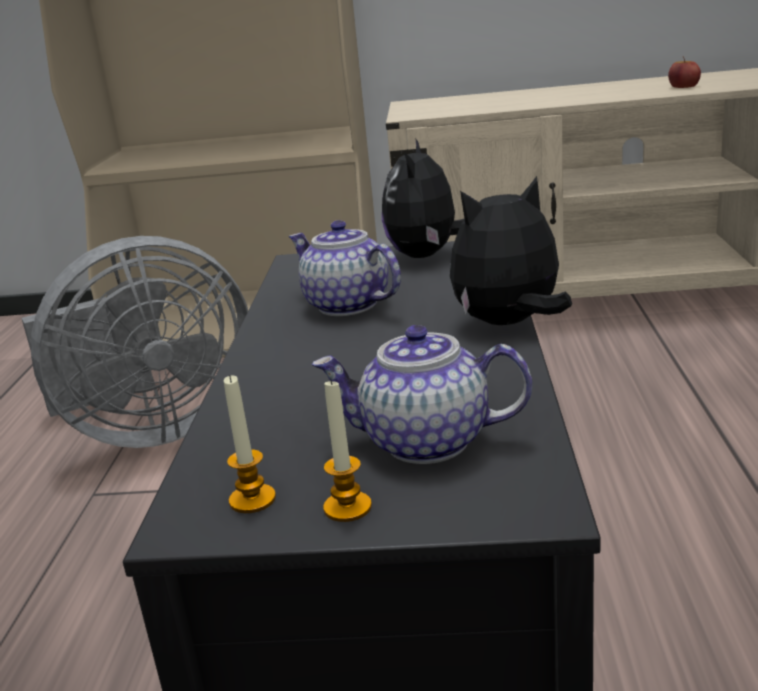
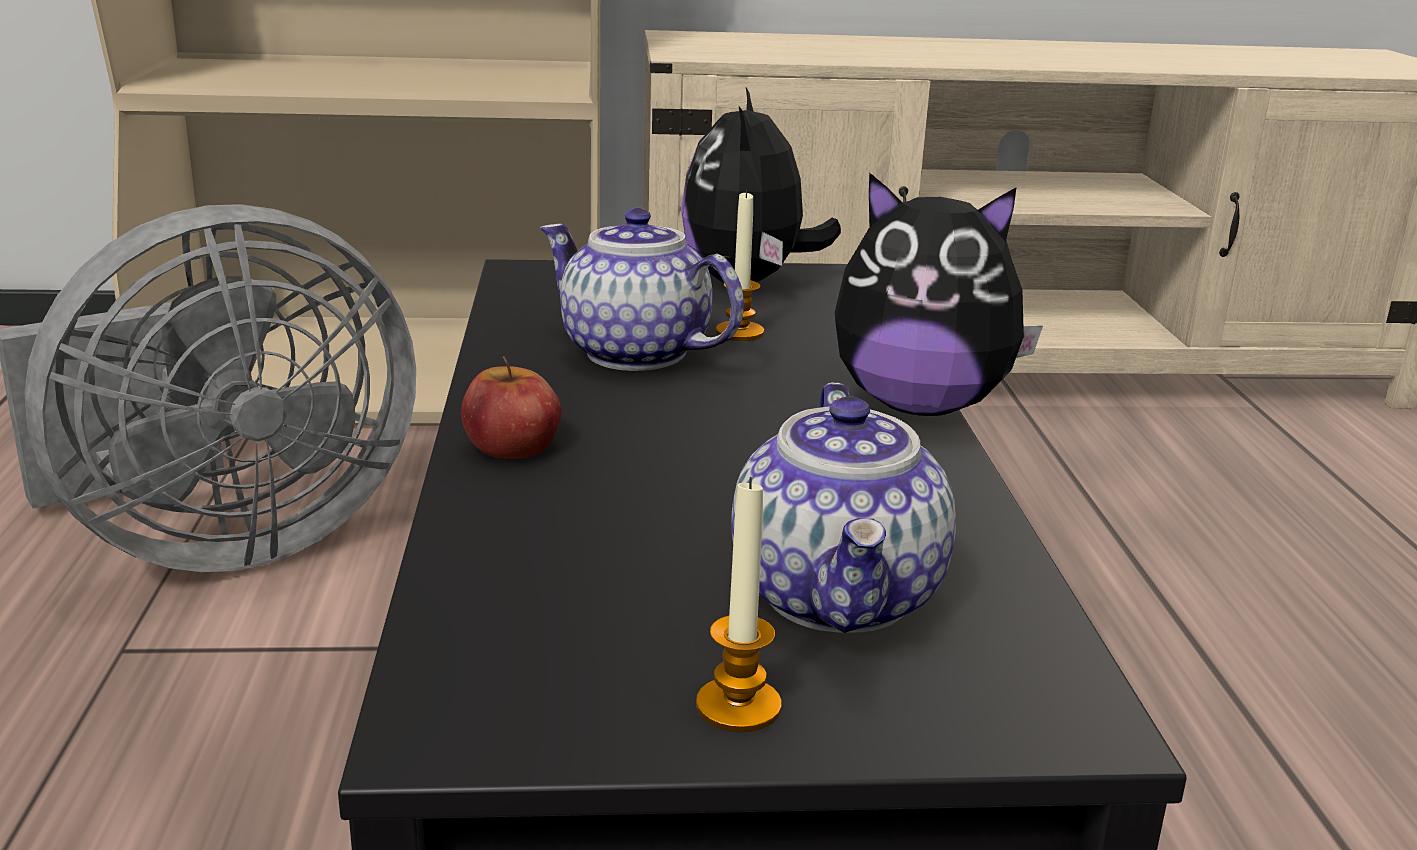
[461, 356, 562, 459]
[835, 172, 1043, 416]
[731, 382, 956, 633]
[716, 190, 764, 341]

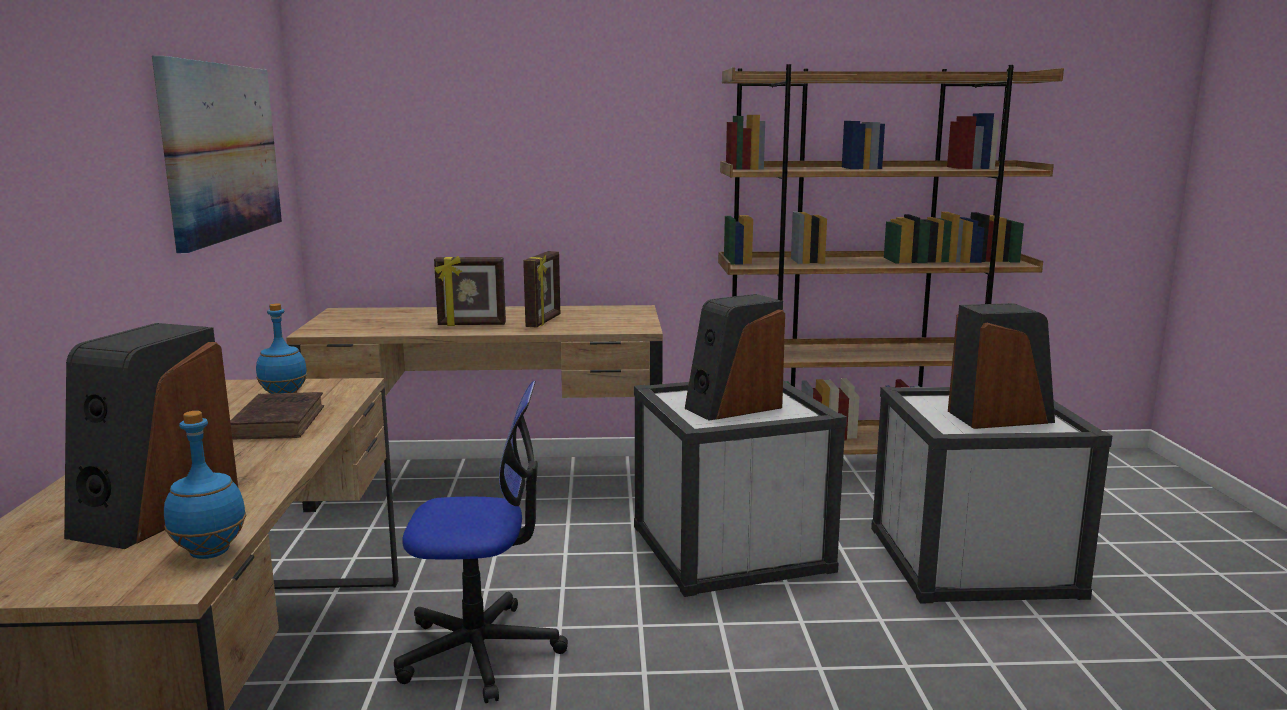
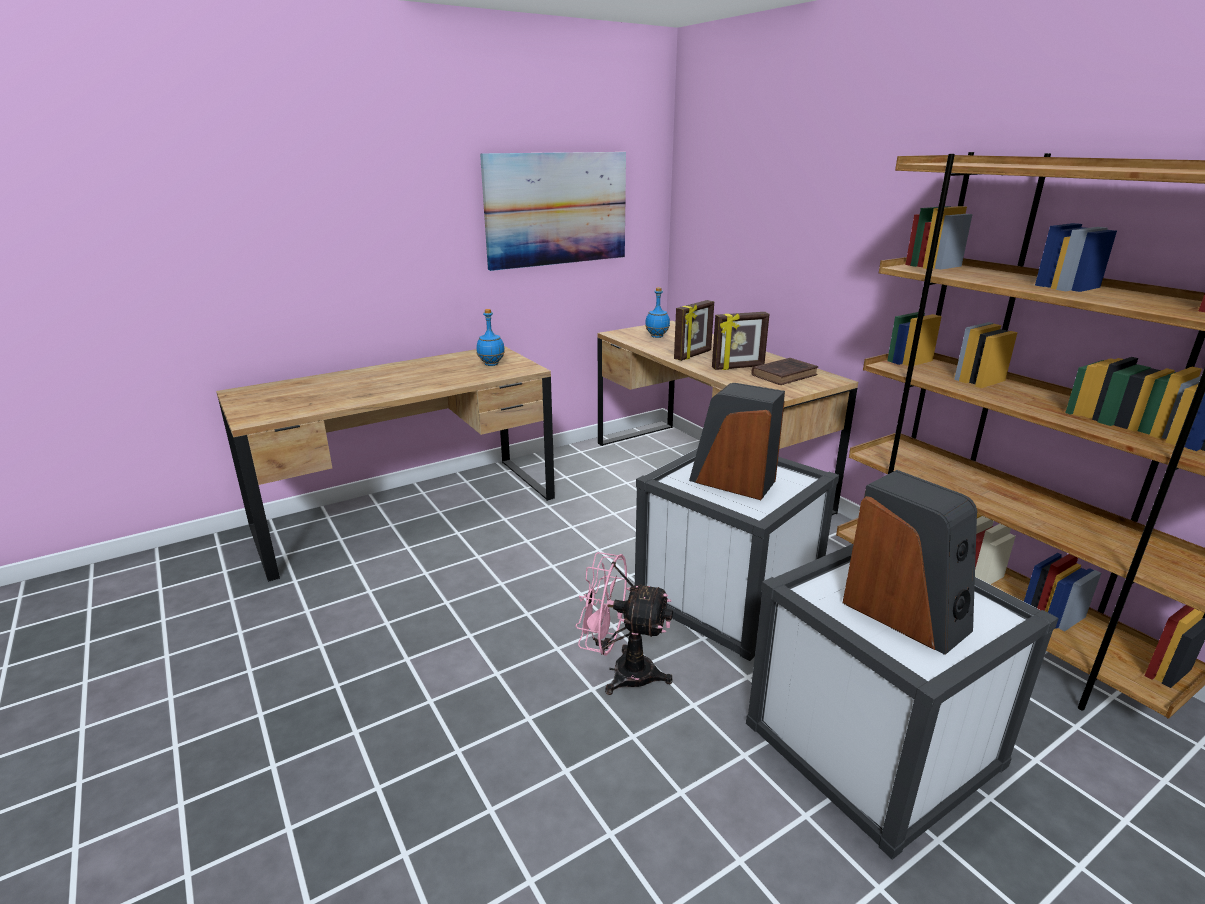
[674, 300, 714, 361]
[64, 323, 238, 549] (first image)
[394, 381, 568, 703] (first image)
[751, 358, 818, 385]
[645, 287, 670, 338]
[575, 552, 673, 695]

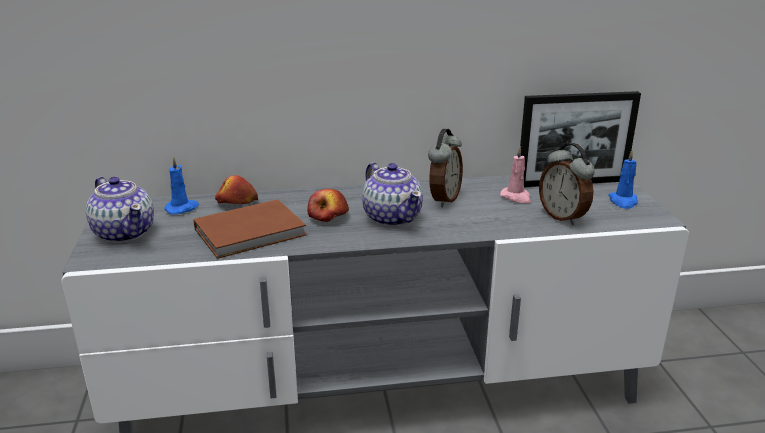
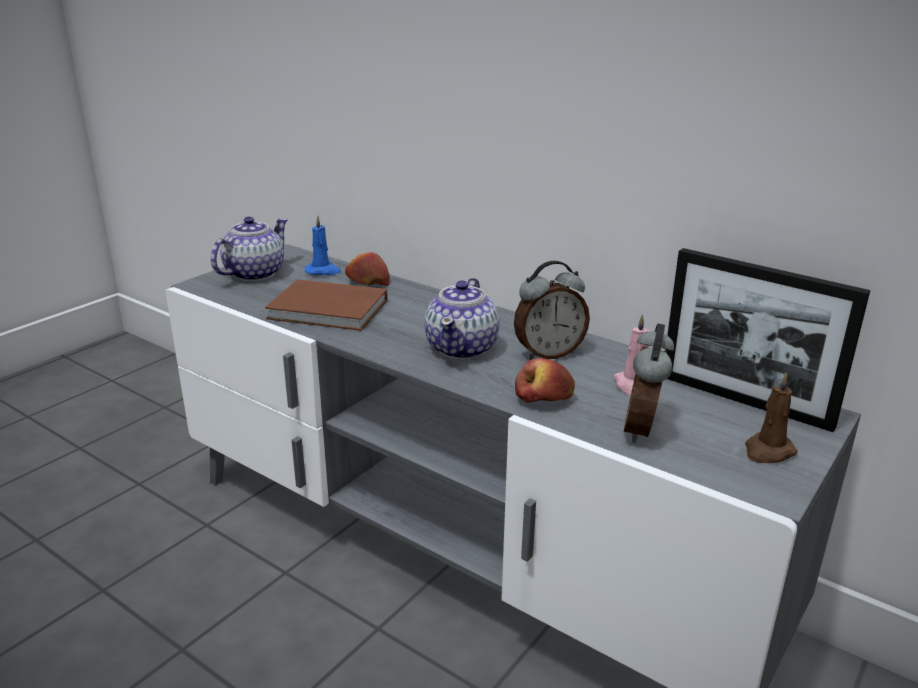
[745, 372, 798, 463]
[211, 216, 288, 281]
[515, 358, 575, 403]

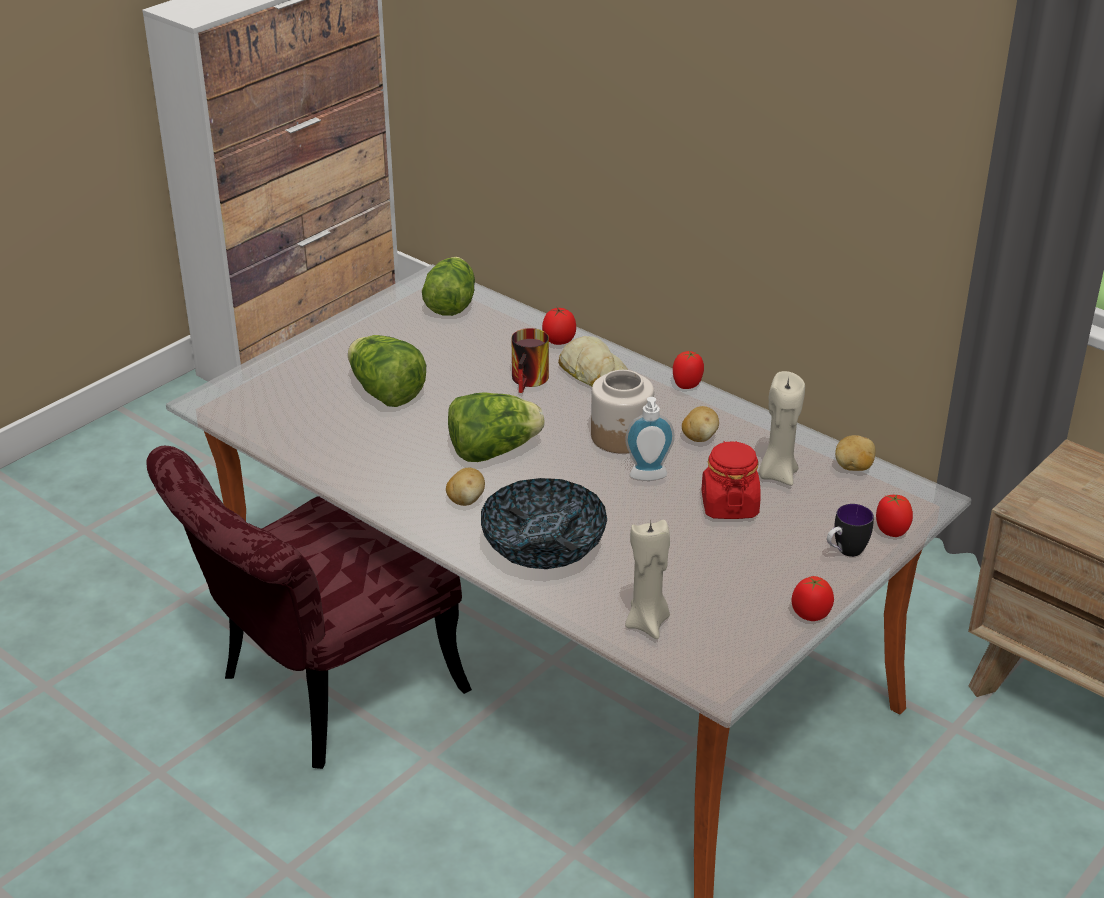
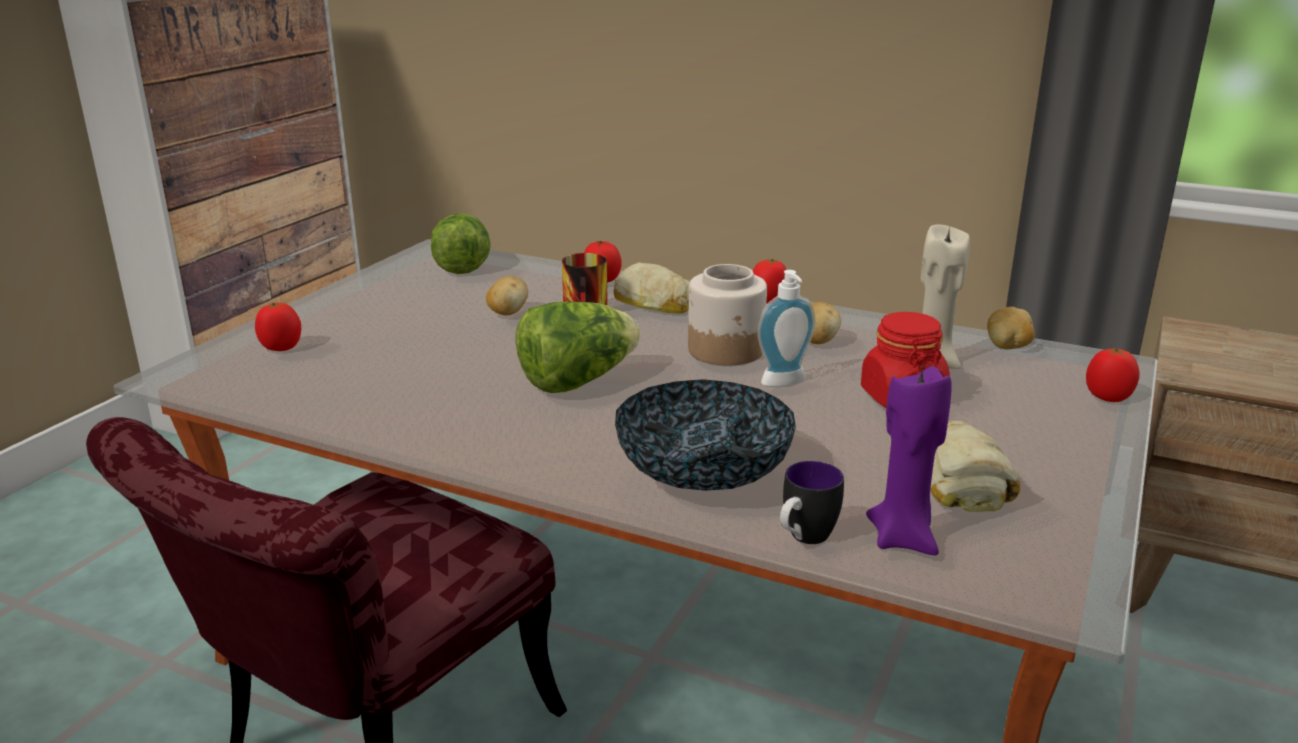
[348, 335, 426, 407] (first image)
[486, 276, 528, 315]
[780, 461, 844, 544]
[866, 364, 952, 555]
[255, 303, 301, 351]
[930, 421, 1020, 512]

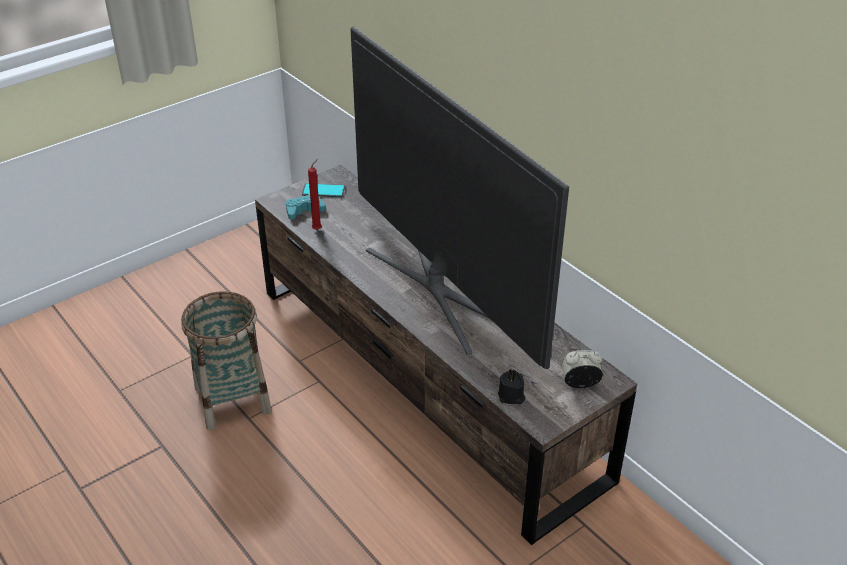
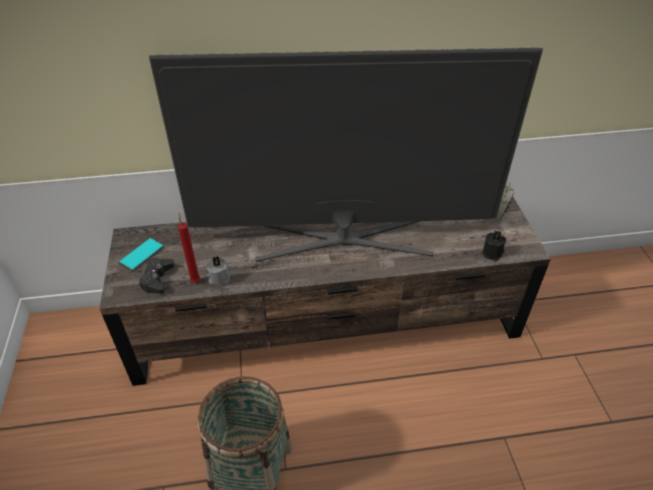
[139, 258, 175, 294]
[207, 256, 231, 286]

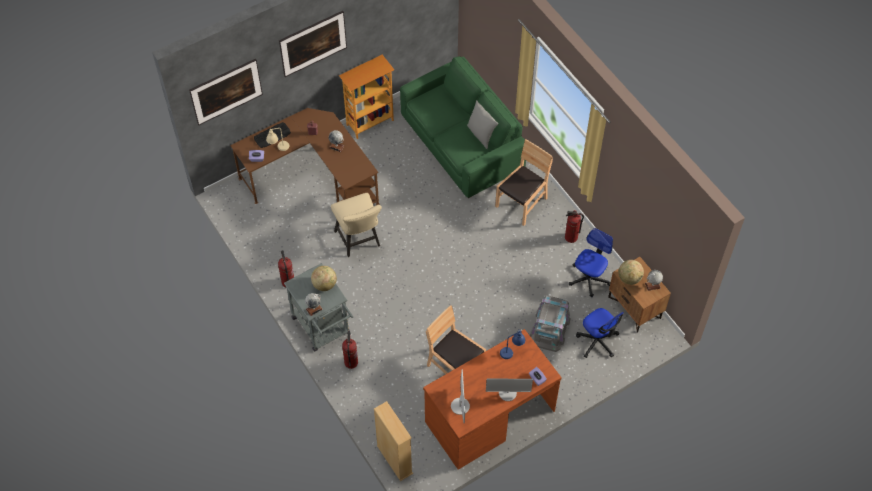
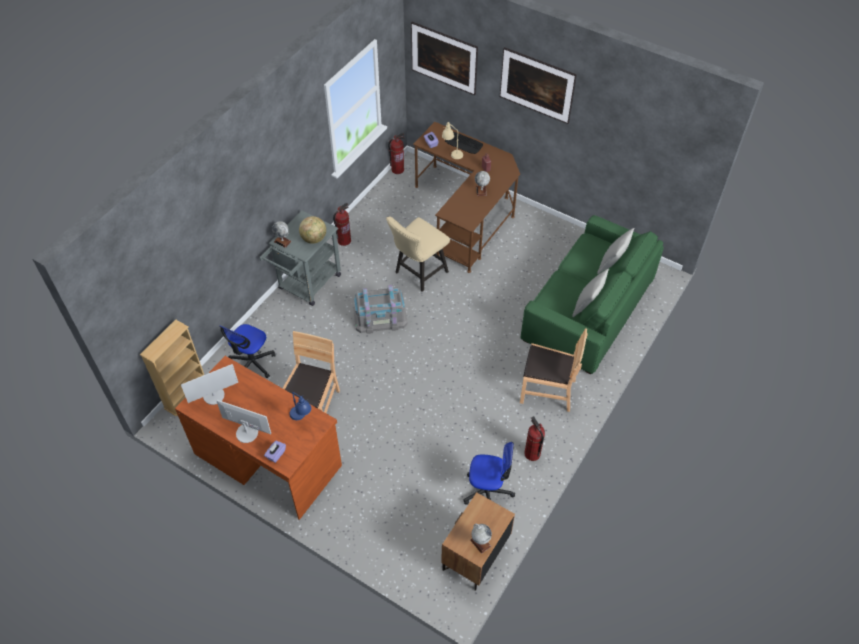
[339, 55, 394, 139] (first image)
[618, 260, 644, 285] (first image)
[353, 285, 408, 334]
[219, 324, 275, 378]
[388, 133, 404, 174]
[216, 400, 271, 443]
[597, 228, 634, 274]

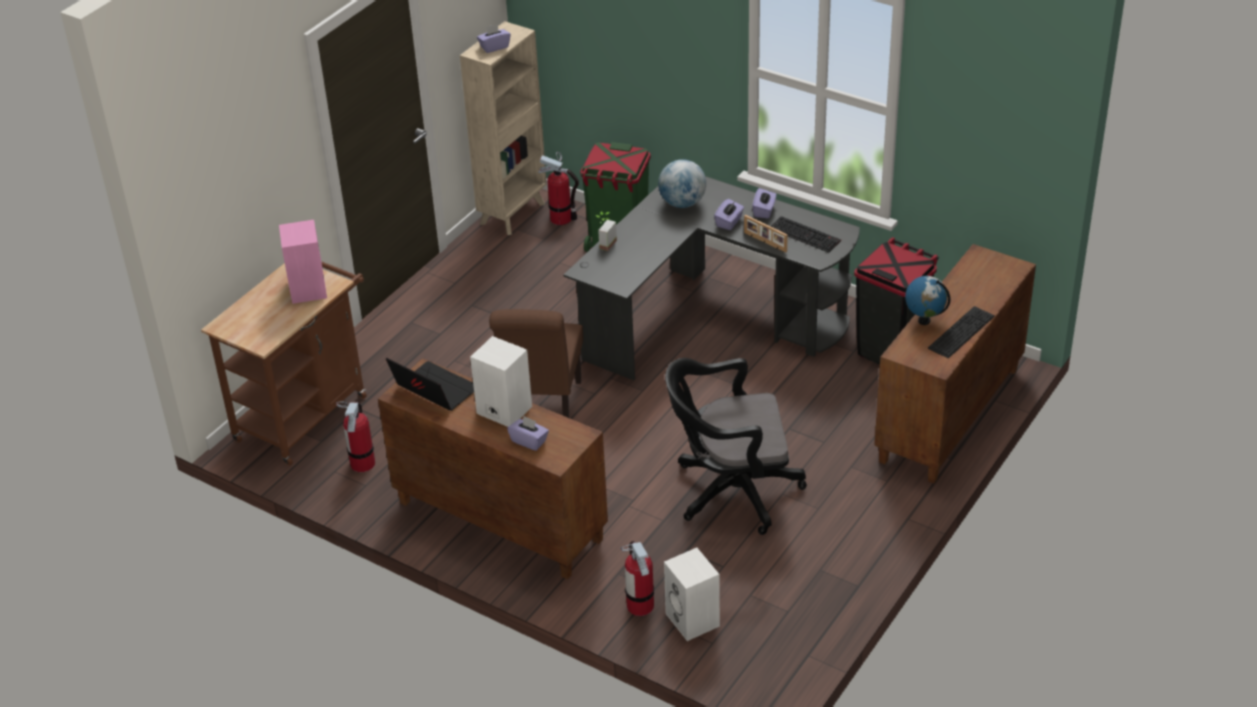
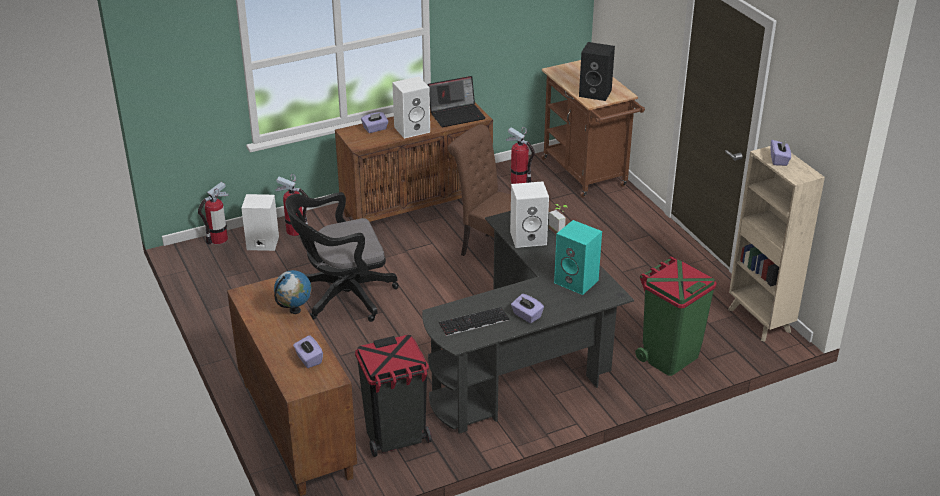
[198, 182, 229, 244]
[554, 220, 602, 295]
[293, 335, 323, 368]
[744, 215, 788, 253] (first image)
[579, 42, 615, 101]
[928, 306, 995, 358] (first image)
[285, 192, 399, 322]
[510, 181, 549, 248]

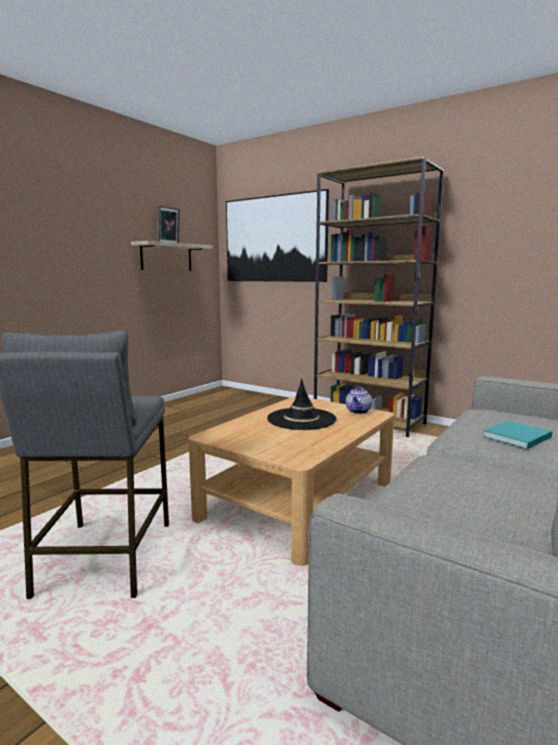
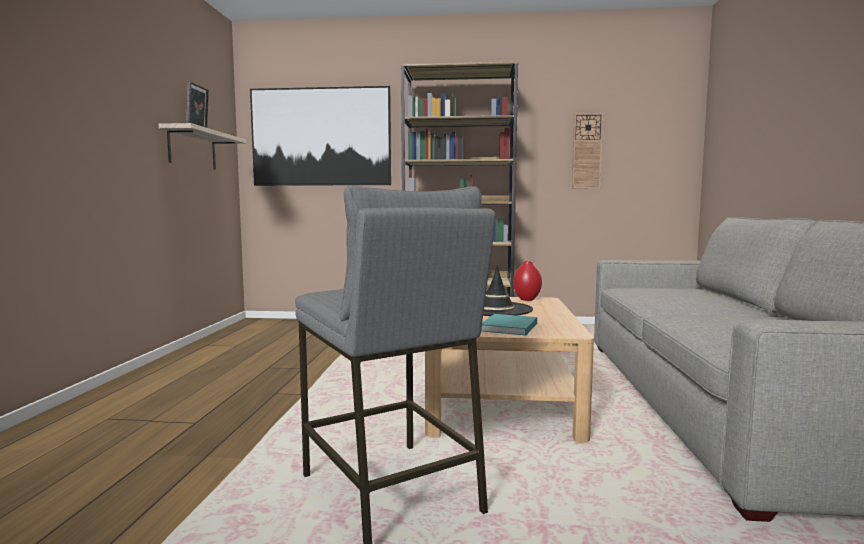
[513, 261, 542, 301]
[481, 314, 537, 335]
[572, 113, 603, 189]

